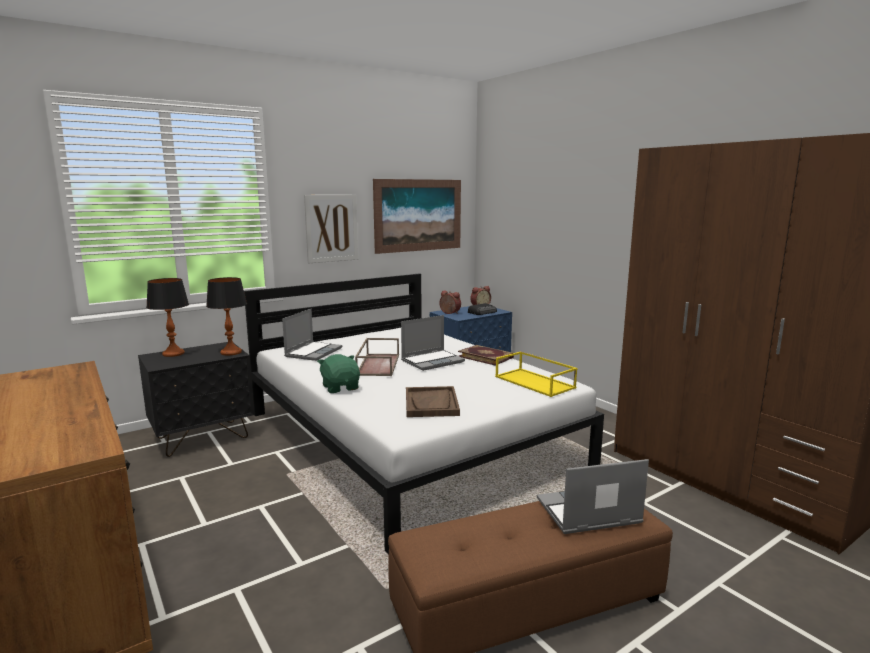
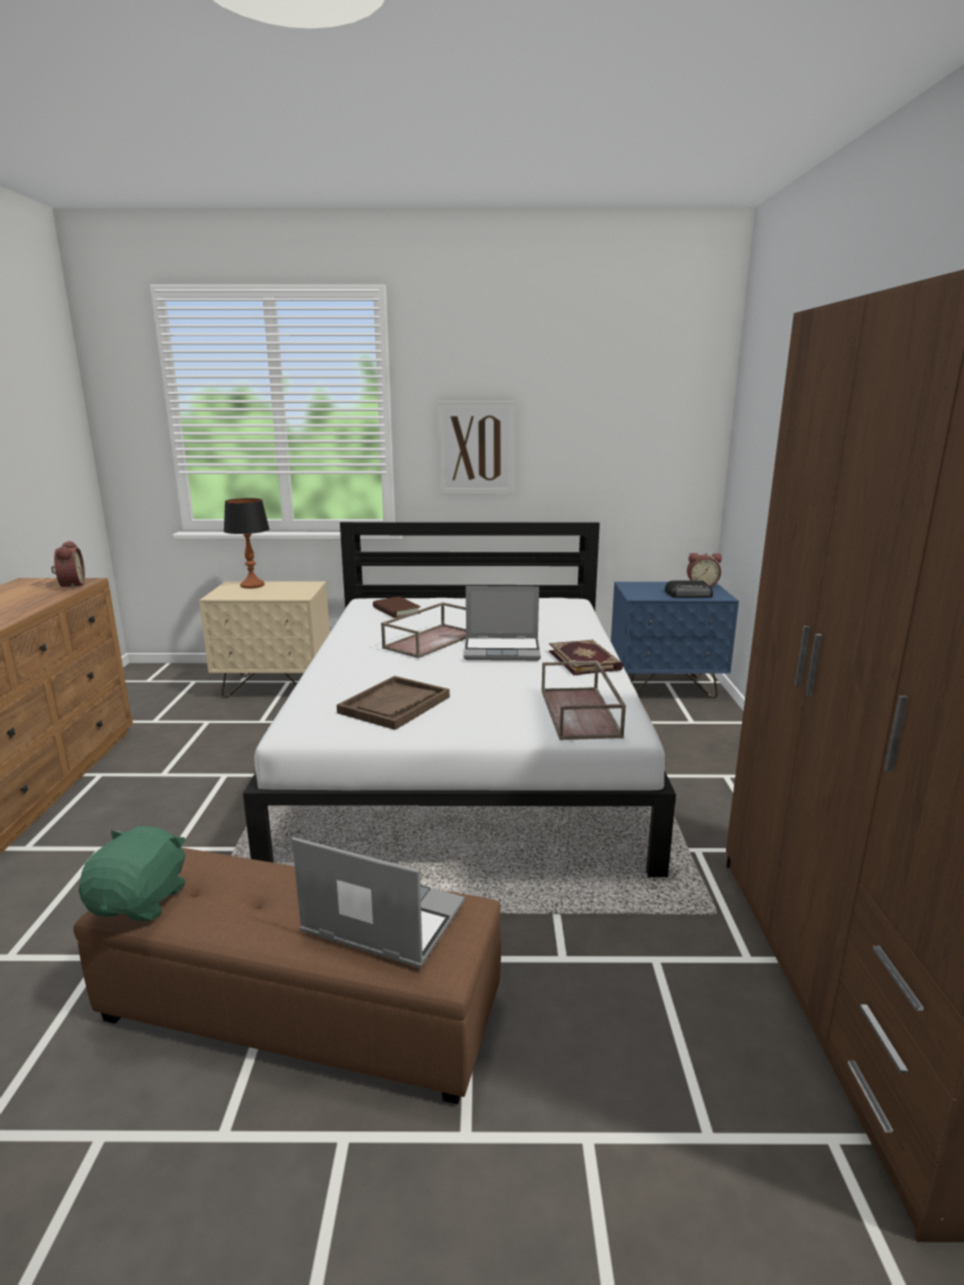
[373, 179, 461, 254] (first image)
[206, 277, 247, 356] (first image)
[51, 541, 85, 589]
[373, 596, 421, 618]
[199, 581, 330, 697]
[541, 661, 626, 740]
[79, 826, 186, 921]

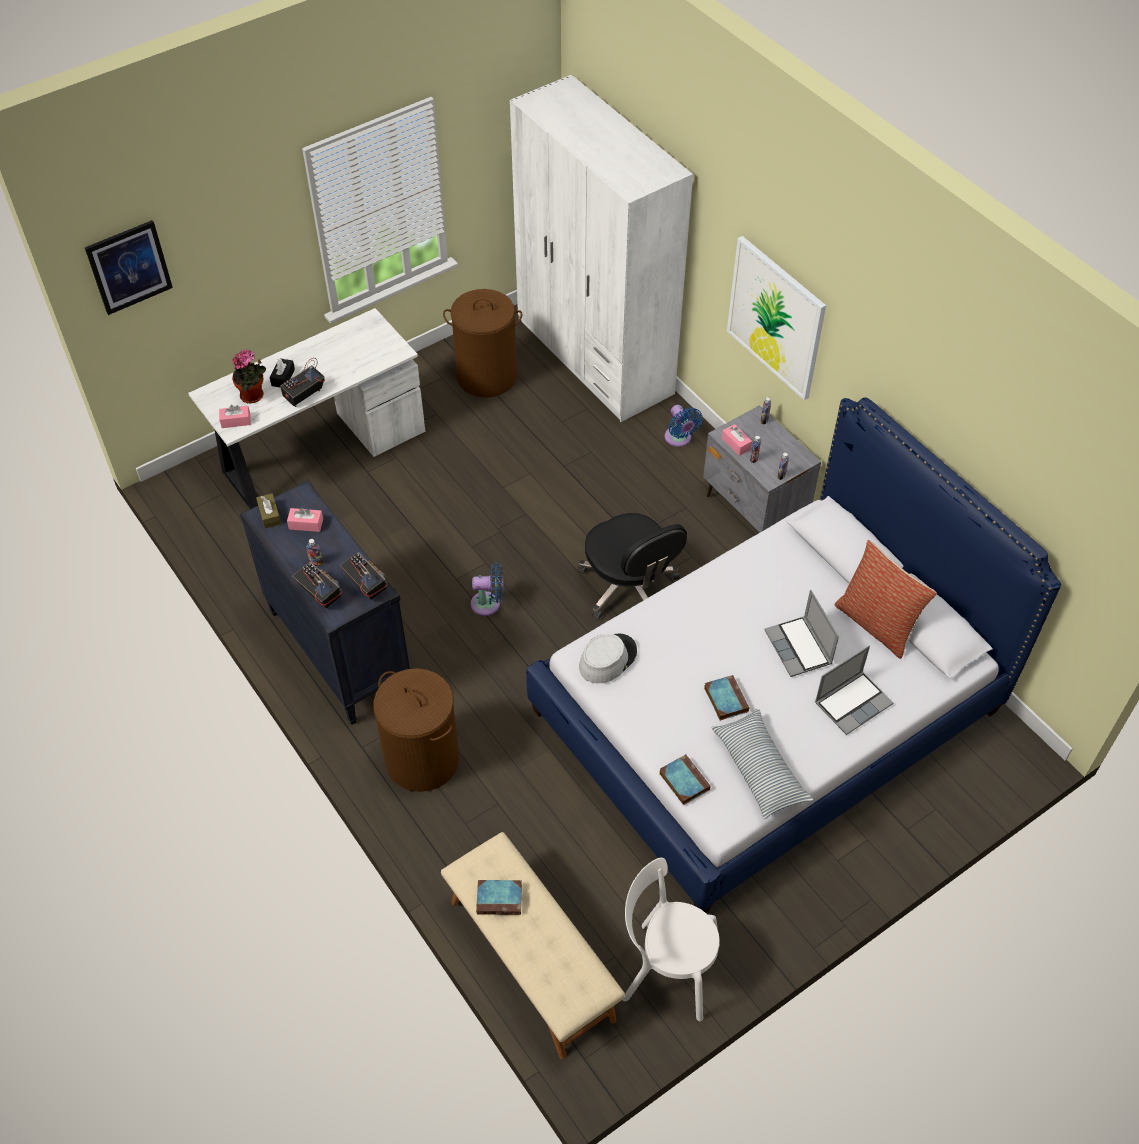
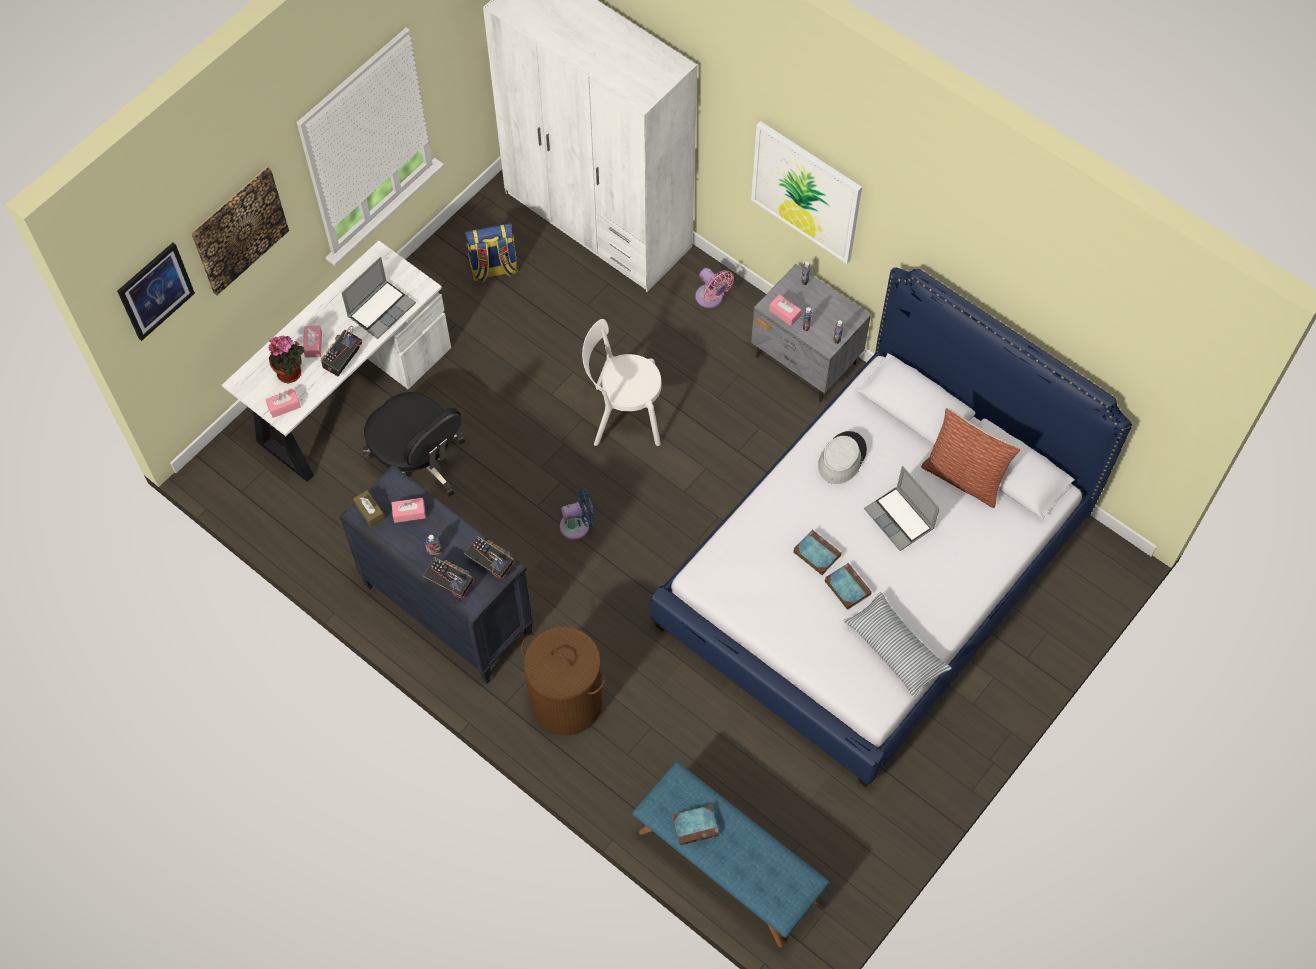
[465, 223, 518, 282]
[303, 326, 322, 358]
[695, 268, 734, 308]
[363, 392, 465, 496]
[818, 431, 867, 484]
[342, 257, 416, 339]
[793, 530, 841, 575]
[633, 762, 829, 947]
[582, 319, 661, 446]
[191, 167, 289, 295]

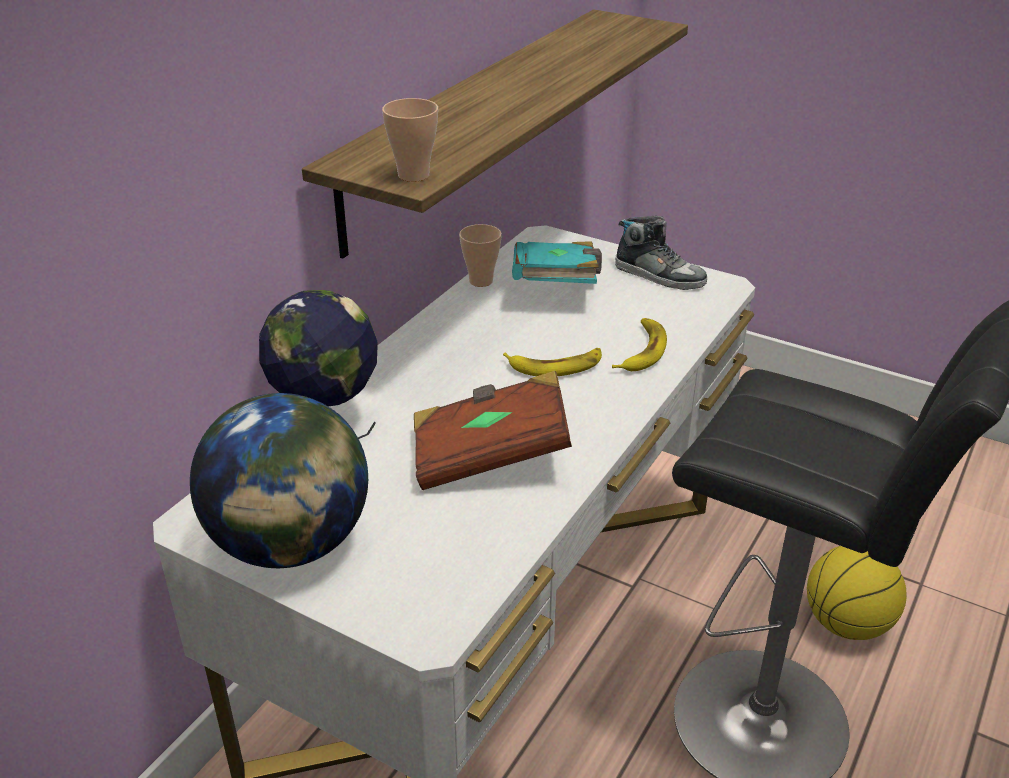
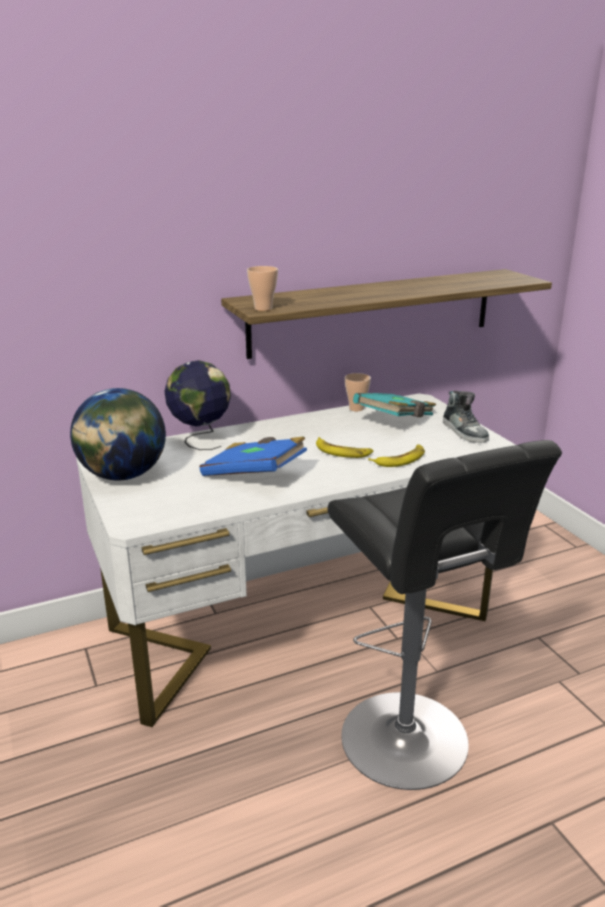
[199, 436, 307, 476]
[807, 546, 907, 640] (first image)

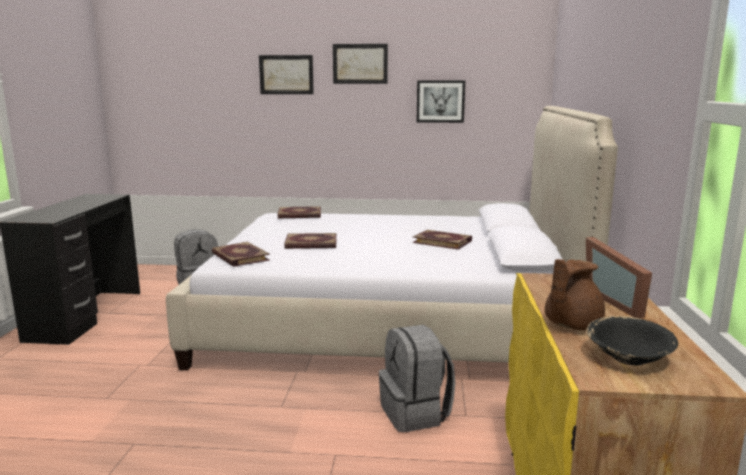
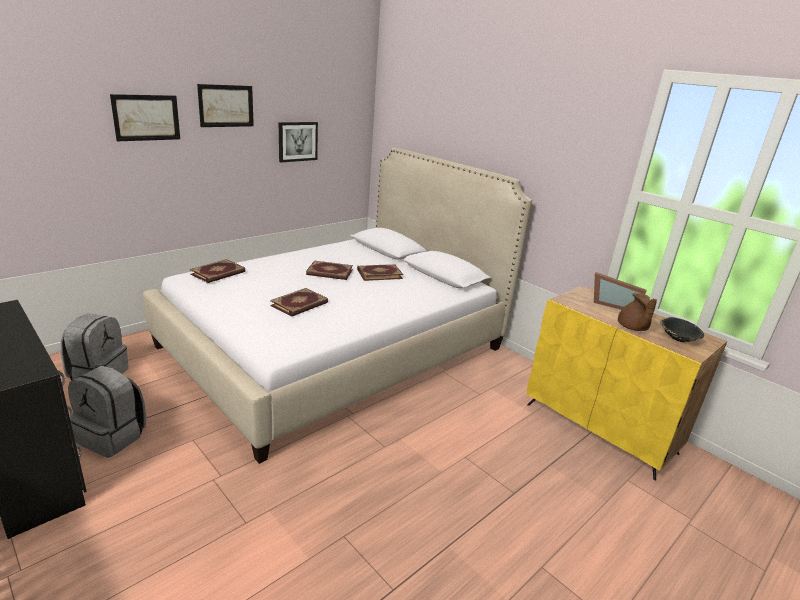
[306, 261, 353, 280]
[68, 366, 146, 458]

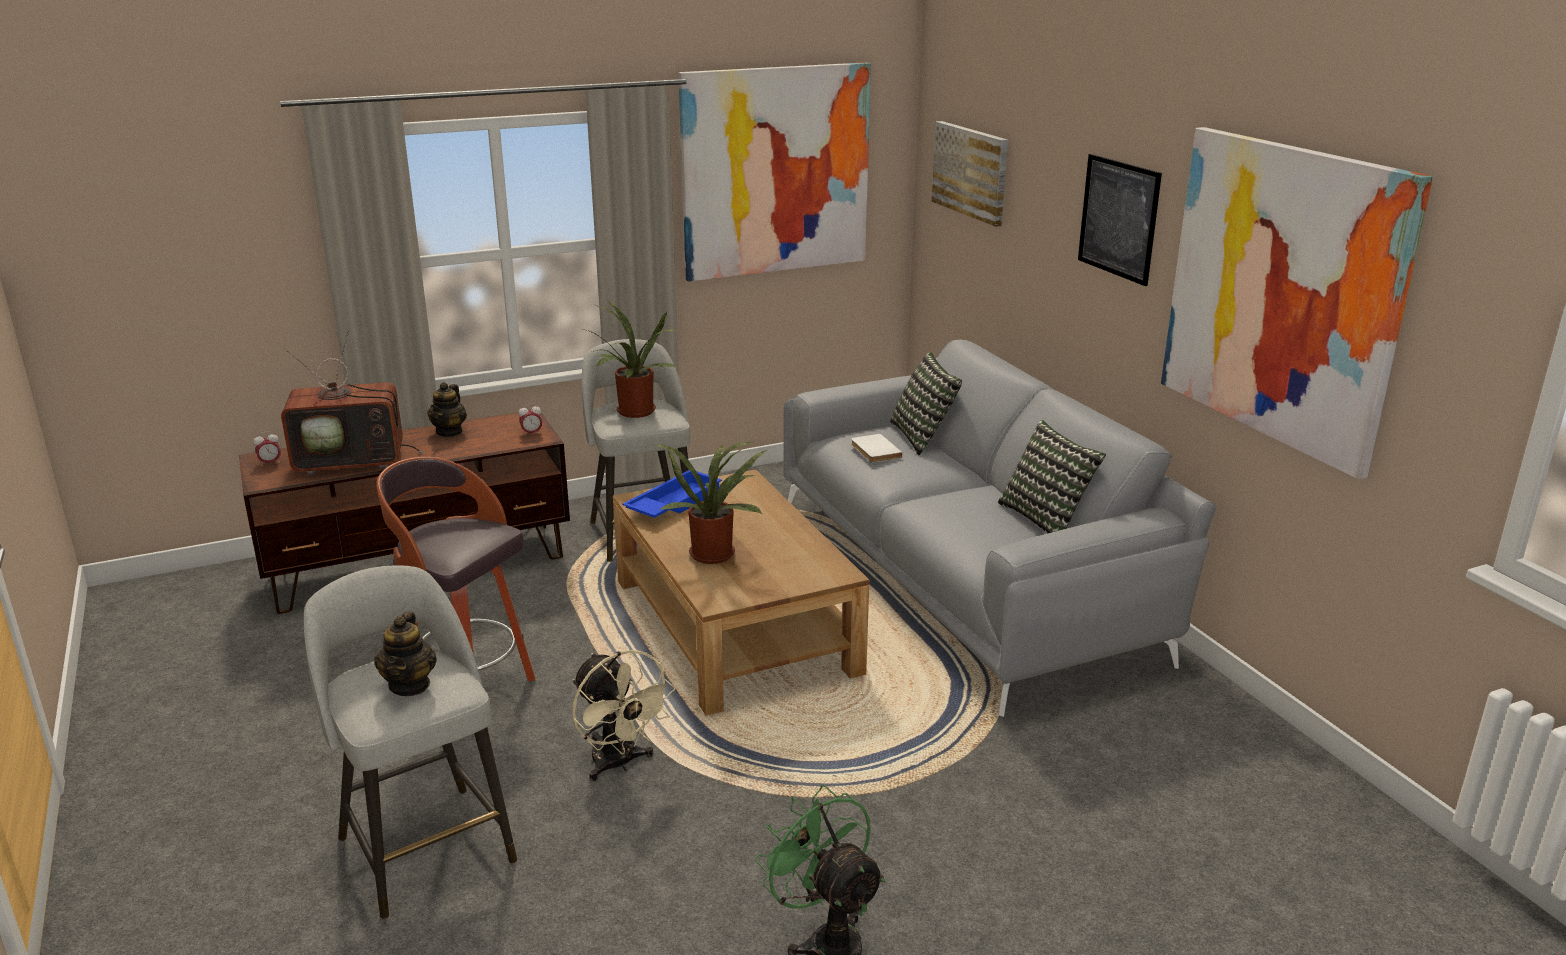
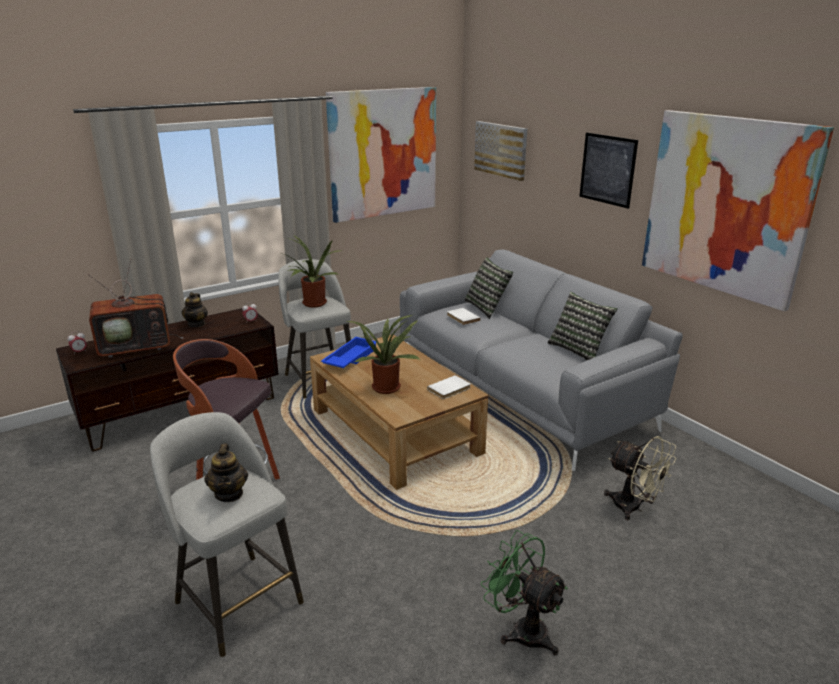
[604, 436, 677, 520]
[427, 375, 471, 399]

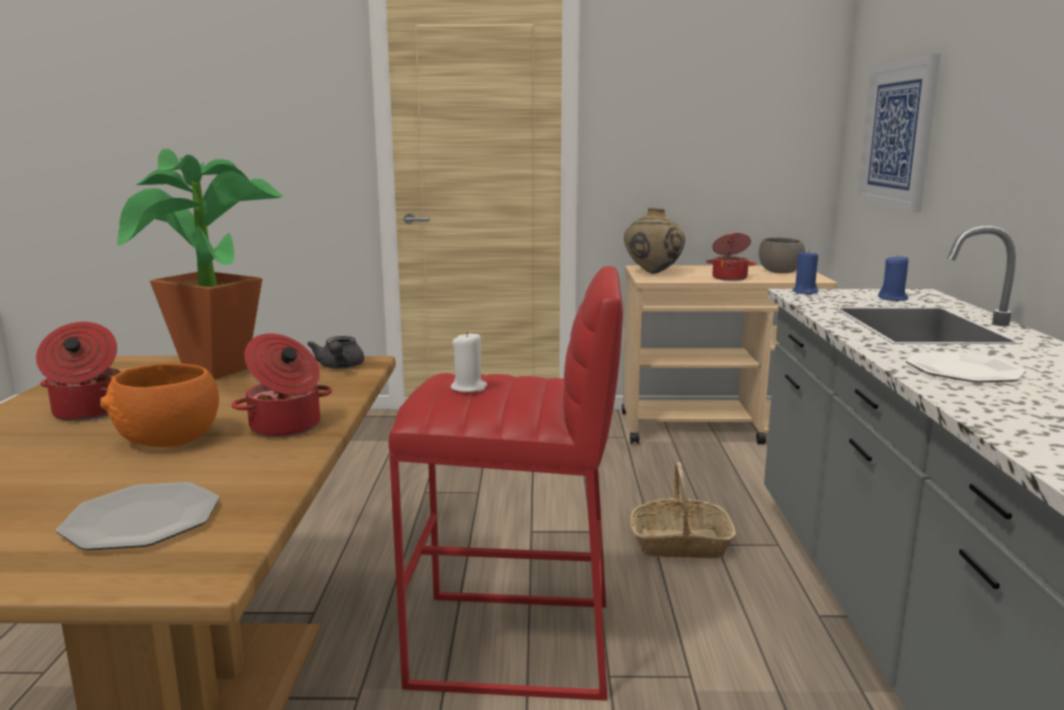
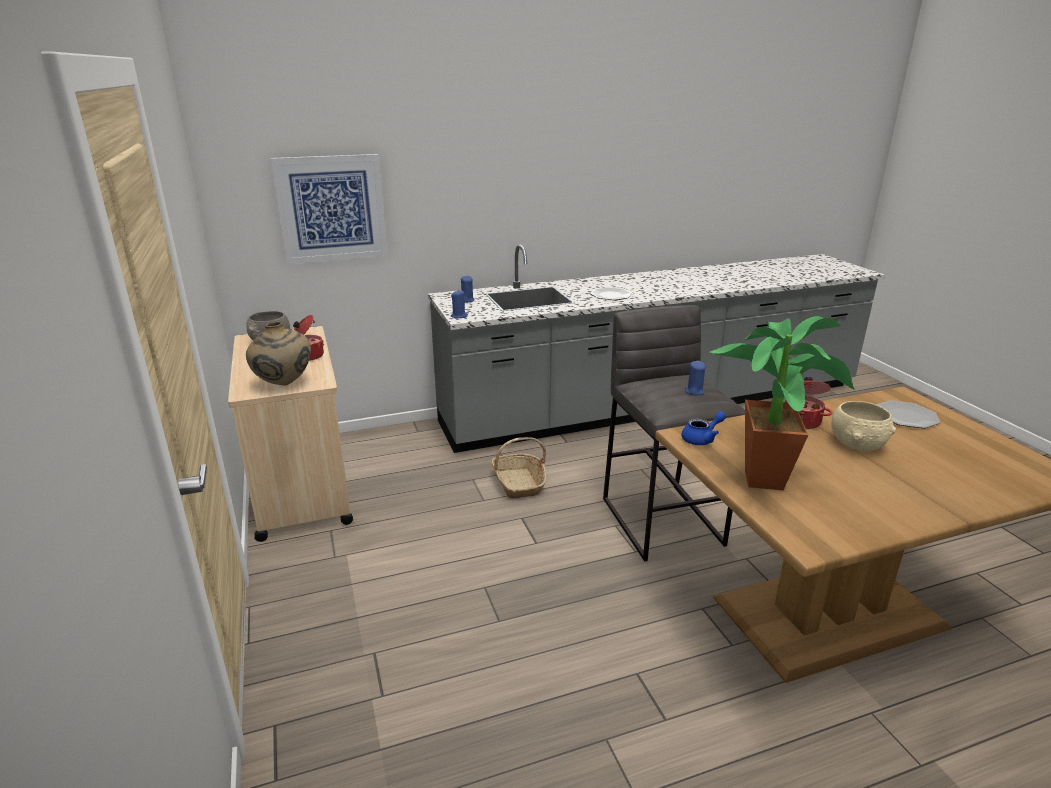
[603, 305, 745, 562]
[36, 322, 121, 421] (first image)
[685, 361, 706, 396]
[682, 411, 726, 445]
[831, 401, 896, 451]

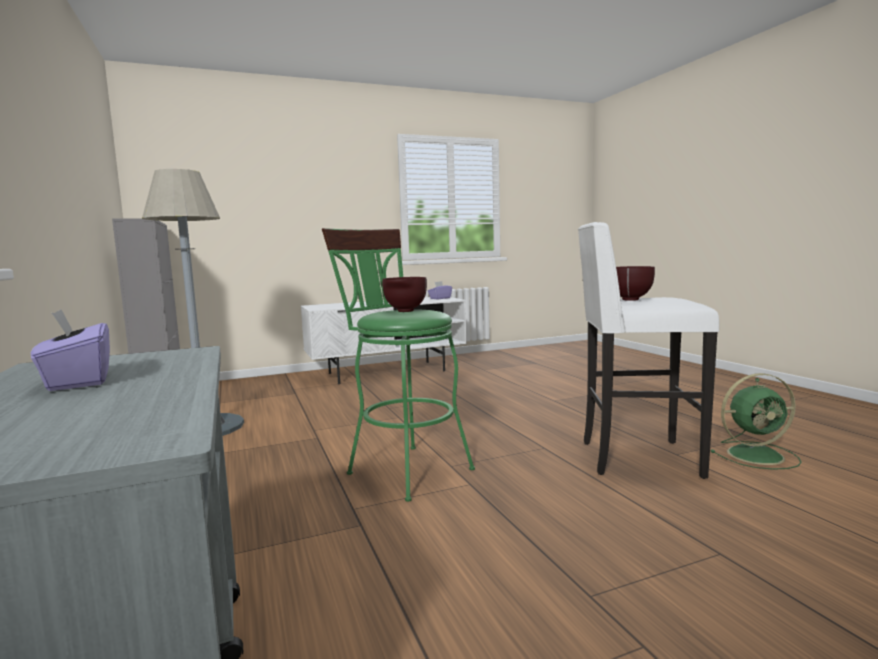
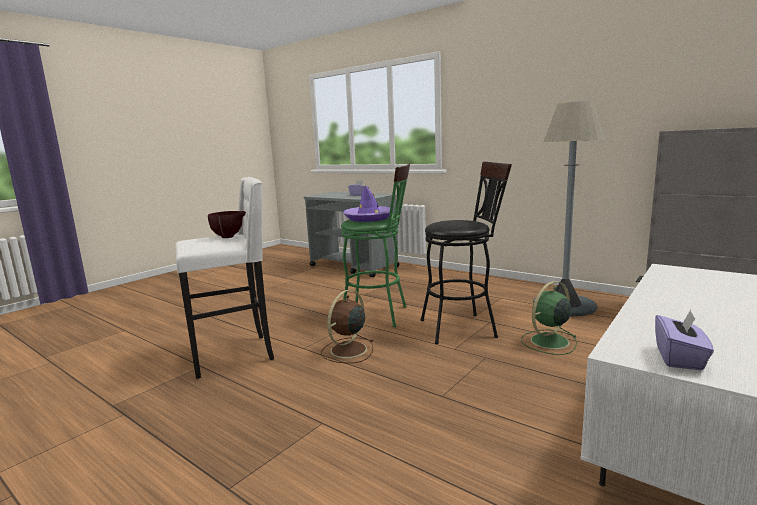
[343, 185, 394, 222]
[521, 281, 577, 355]
[420, 161, 512, 344]
[321, 290, 373, 363]

